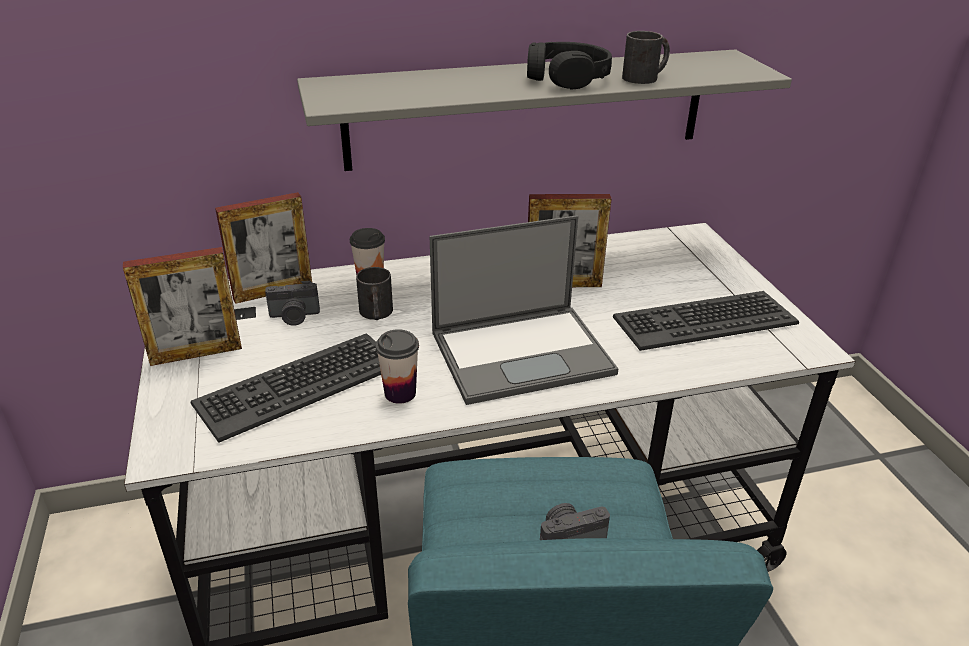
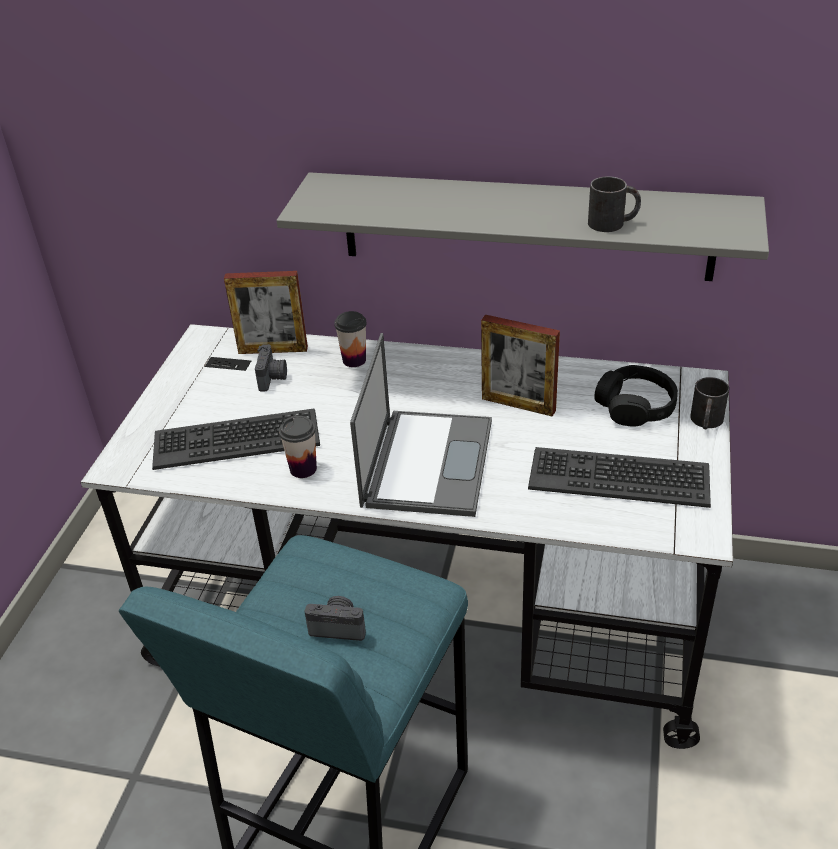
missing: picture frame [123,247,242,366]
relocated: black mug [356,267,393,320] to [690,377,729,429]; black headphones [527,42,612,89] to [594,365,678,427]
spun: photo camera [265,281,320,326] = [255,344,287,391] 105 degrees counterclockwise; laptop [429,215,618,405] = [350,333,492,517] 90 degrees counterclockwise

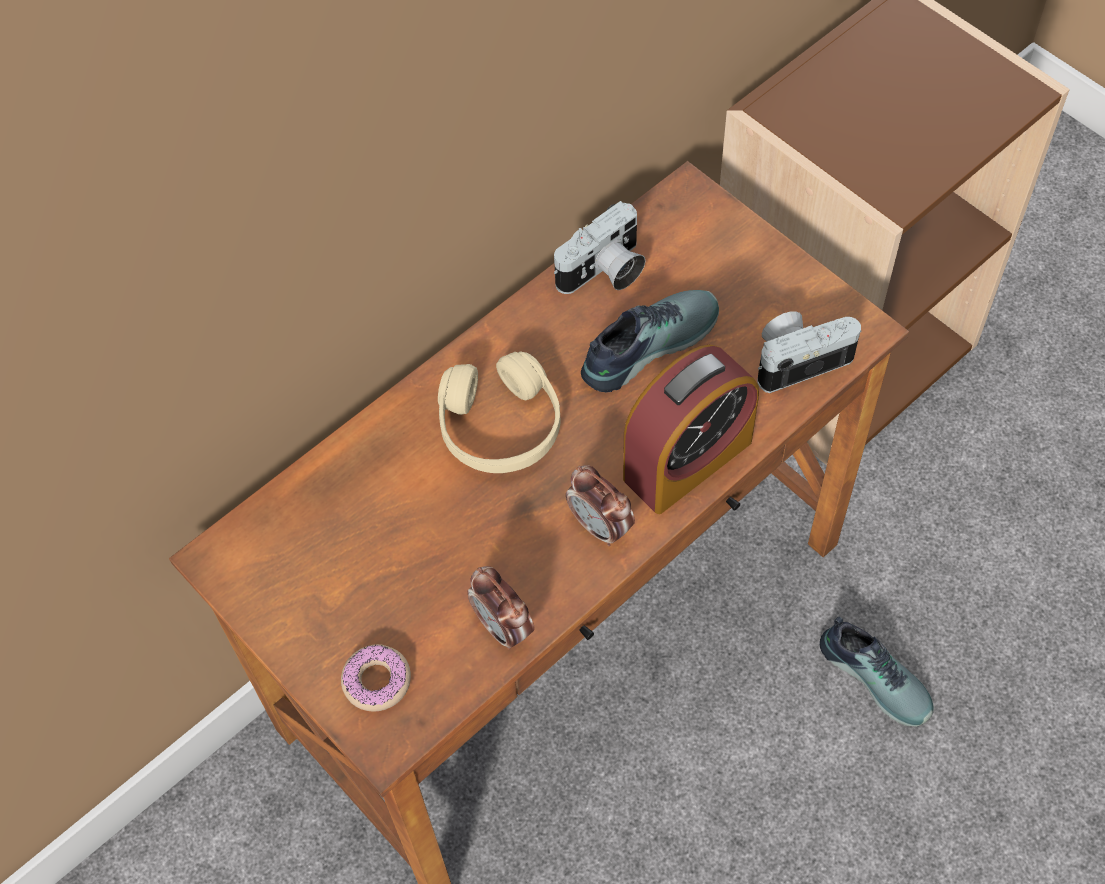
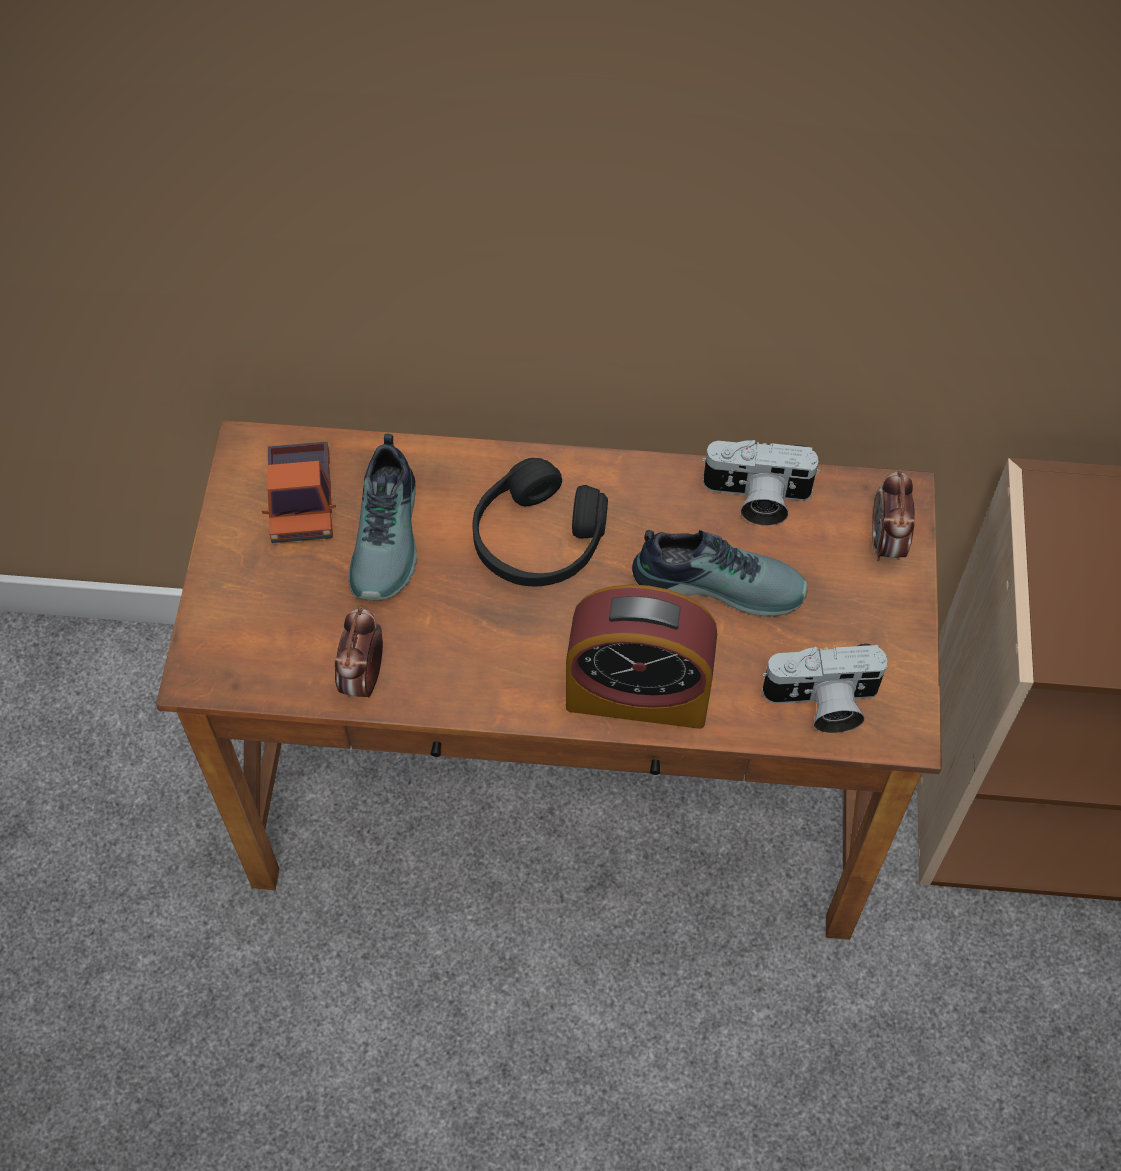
missing: donut [341,644,411,711]
appeared: toy truck [262,442,336,543]
relocated: alarm clock [566,465,635,546] to [872,470,915,561]; shoe [820,617,934,727] to [349,434,417,601]
colour: beige headphones [438,352,561,473] to black headphones [473,458,608,587]
spun: photo camera [757,311,861,393] = [762,643,889,733] 150 degrees clockwise

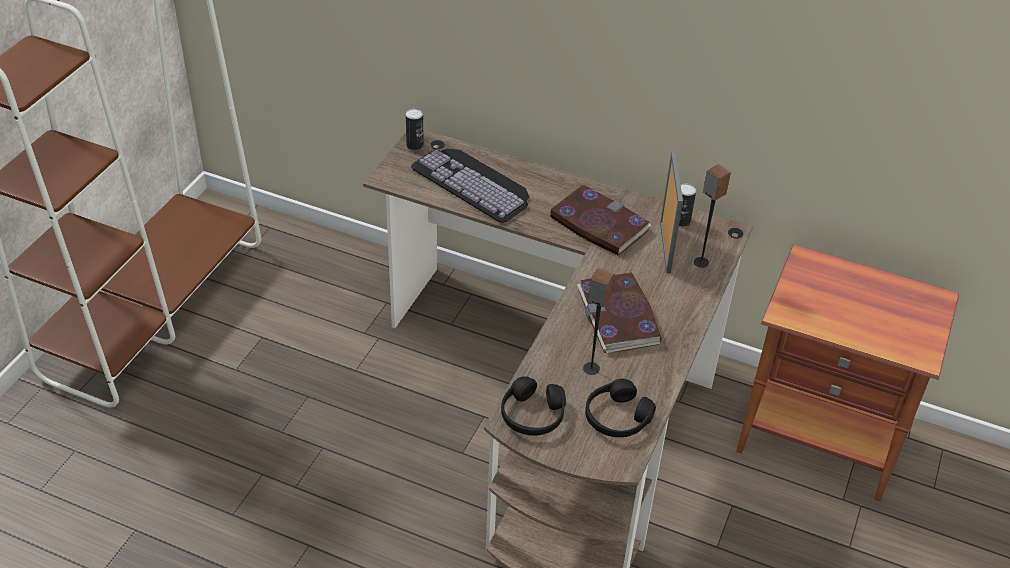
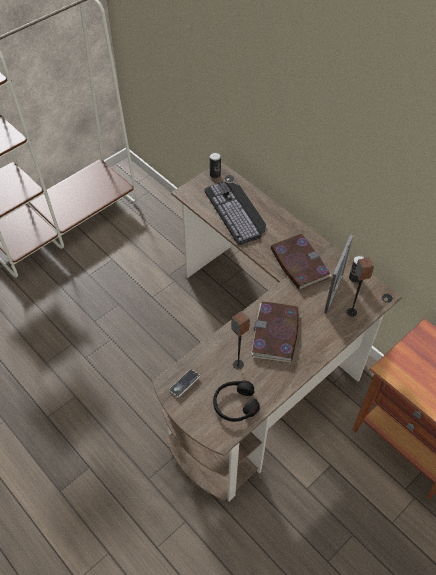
exchanged: black headphones [501,376,566,436] to phone [169,369,200,397]

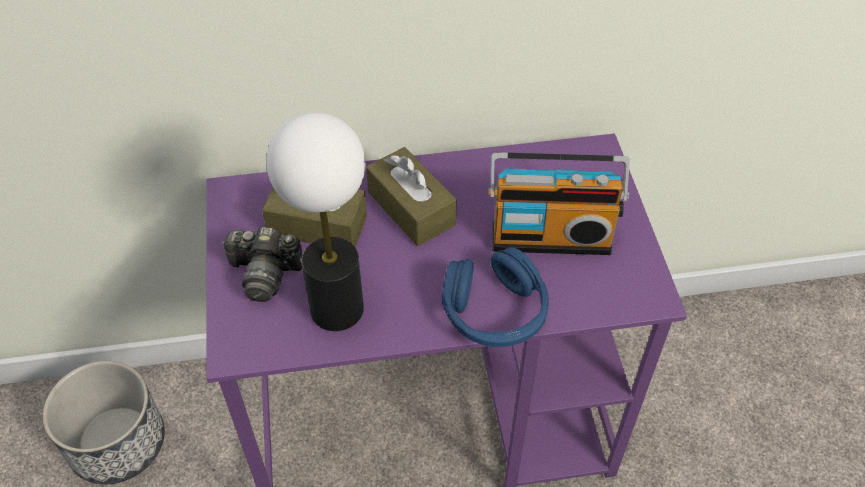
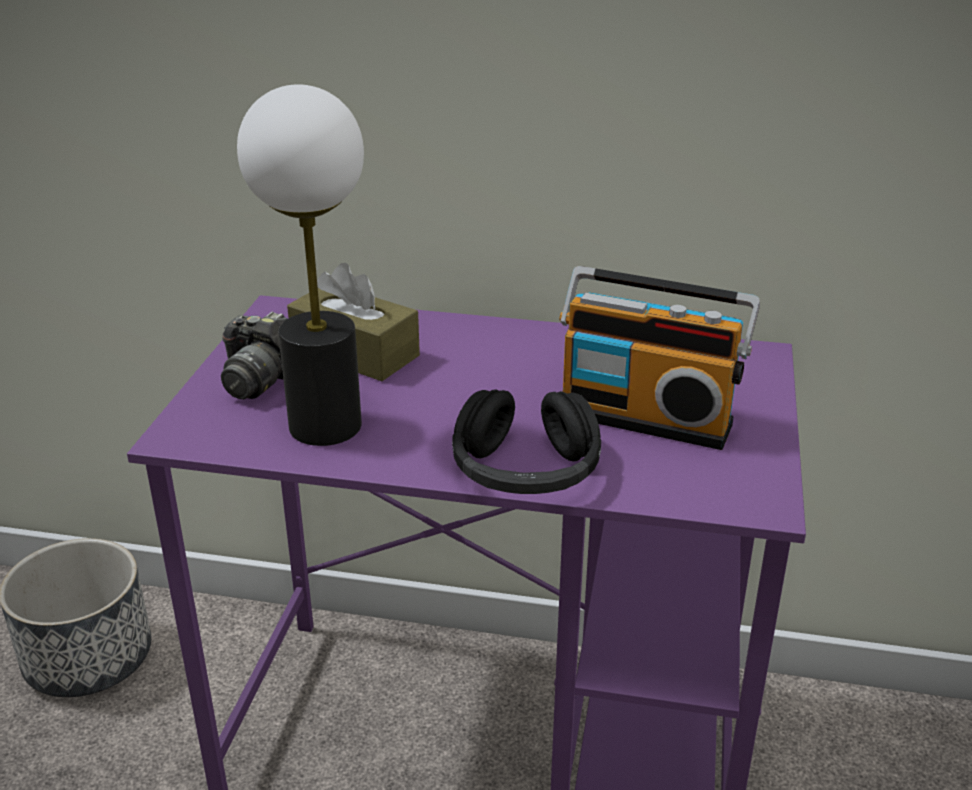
missing: brown tissue box [366,147,457,246]
colour: blue headphones [442,247,549,347] to black headphones [452,390,601,494]

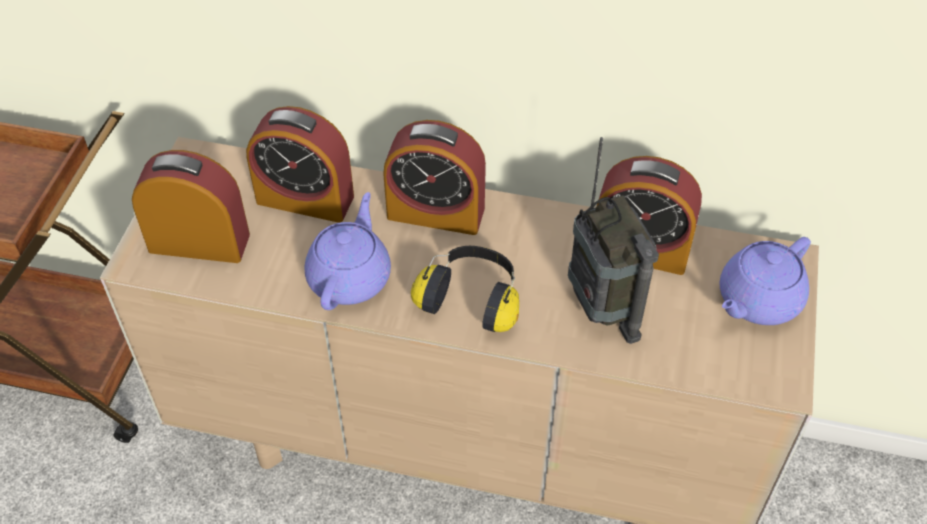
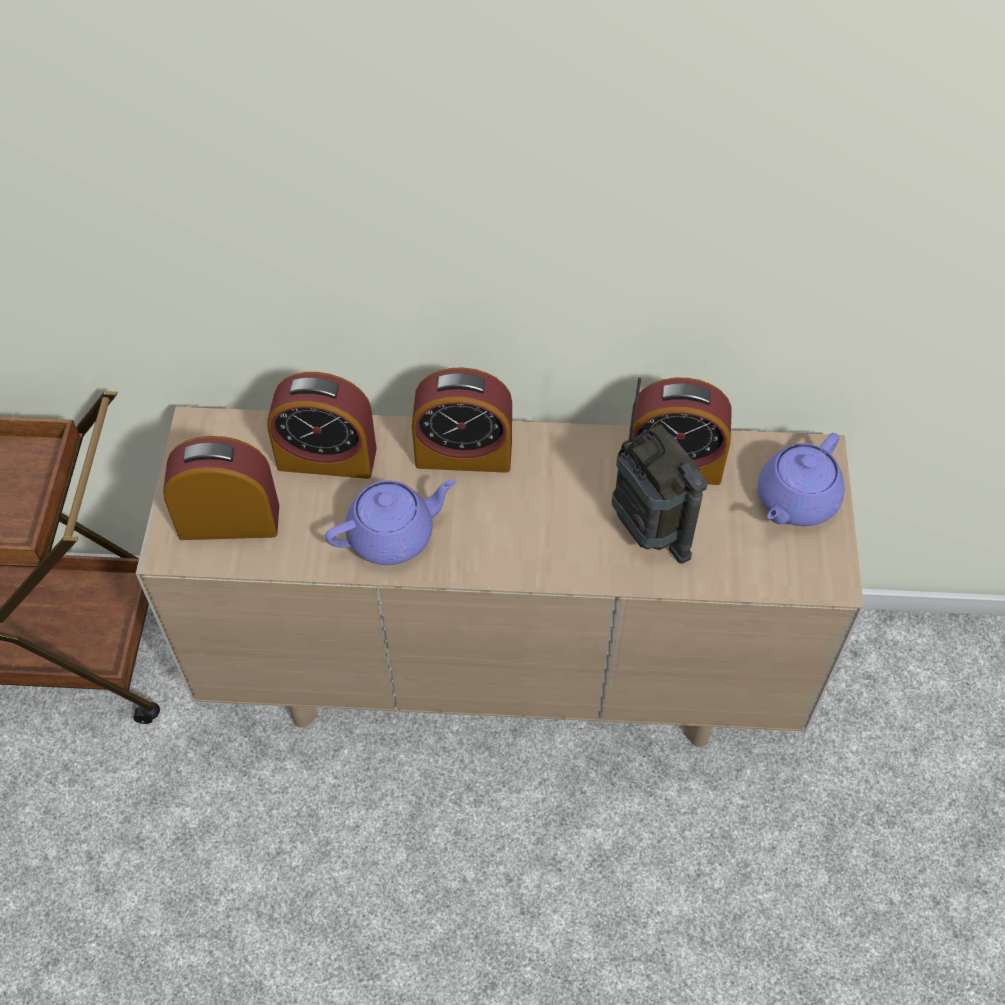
missing: headphones [411,246,519,332]
spun: purple teapot [305,192,391,310] = [325,479,457,565] 60 degrees clockwise

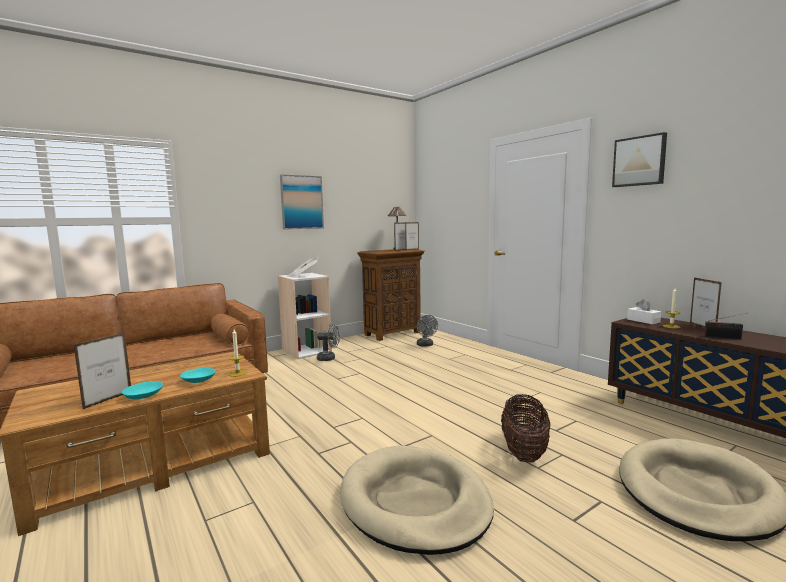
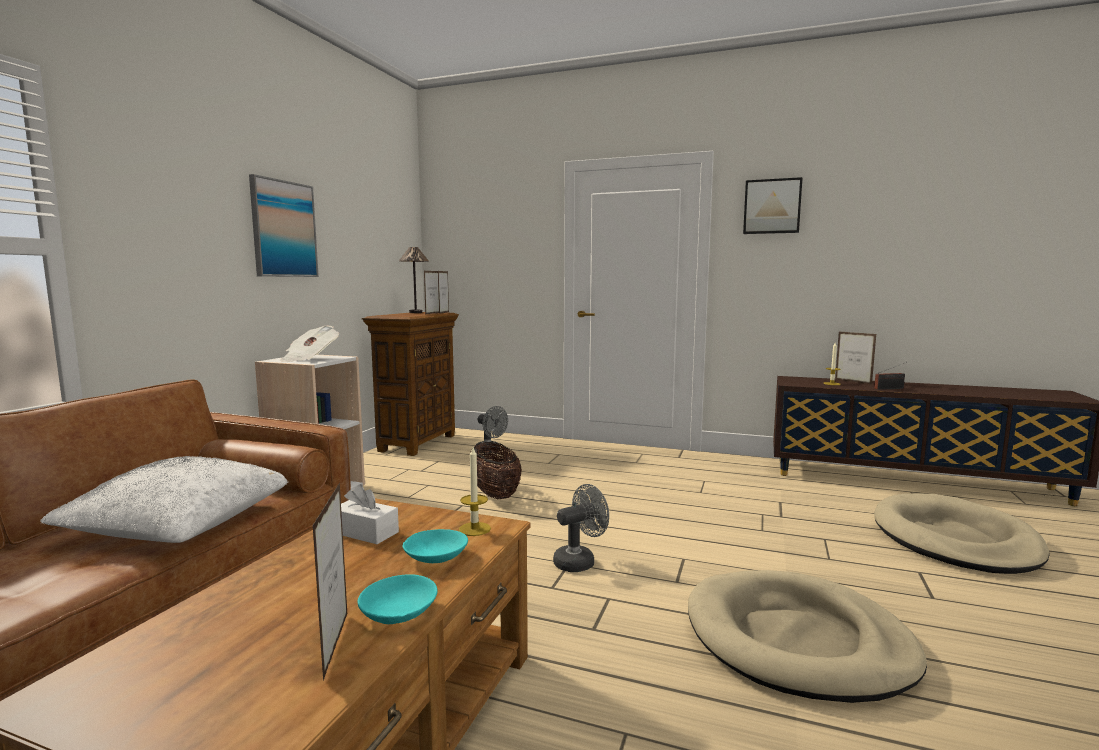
appeared: white pillow [41,456,288,543]
relocated: grey fan [317,324,340,361] to [553,484,609,572]; basket [501,394,550,463] to [469,442,522,500]; white tissue box [627,299,661,324] to [341,484,399,544]

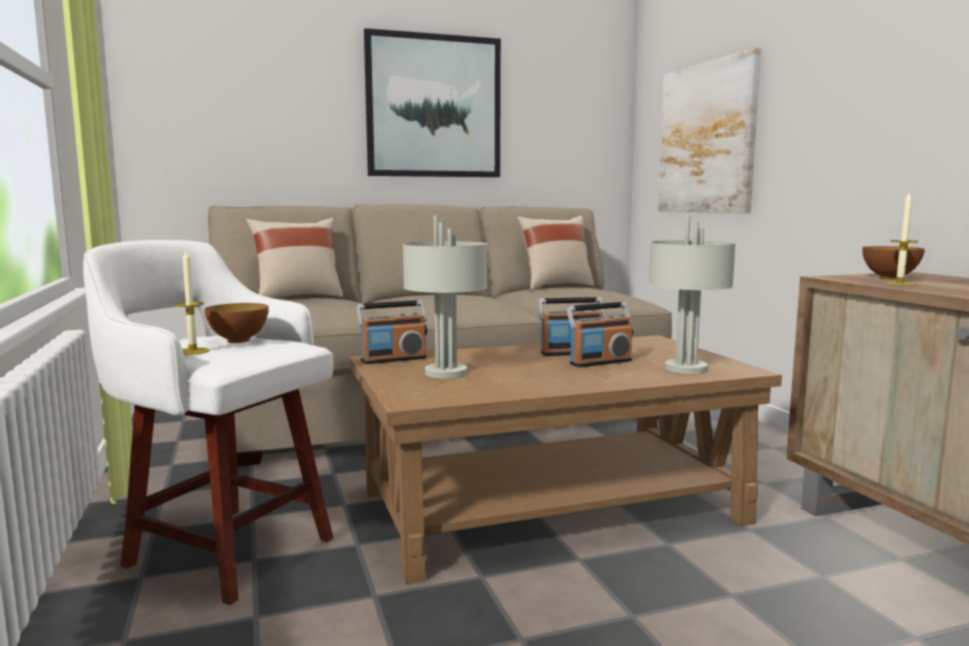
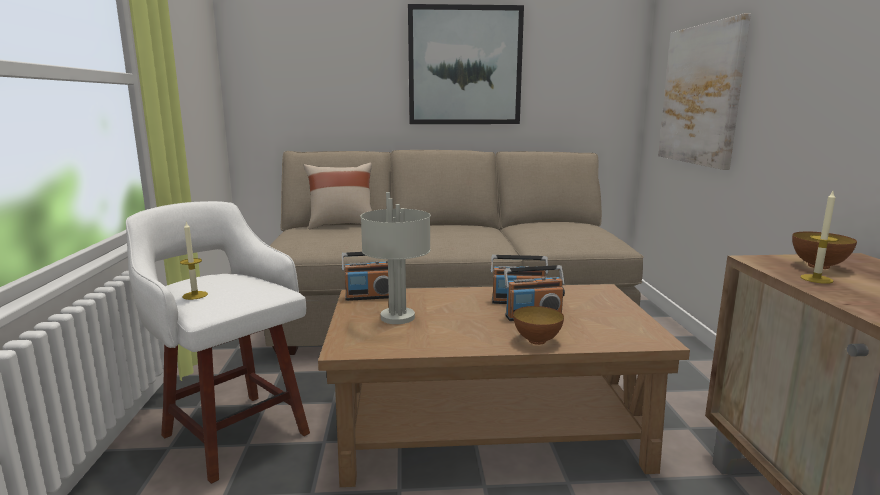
missing: beige pillow [517,216,594,290]; grey table lamp [648,215,736,374]
relocated: bowl [204,303,269,343] to [513,306,564,345]

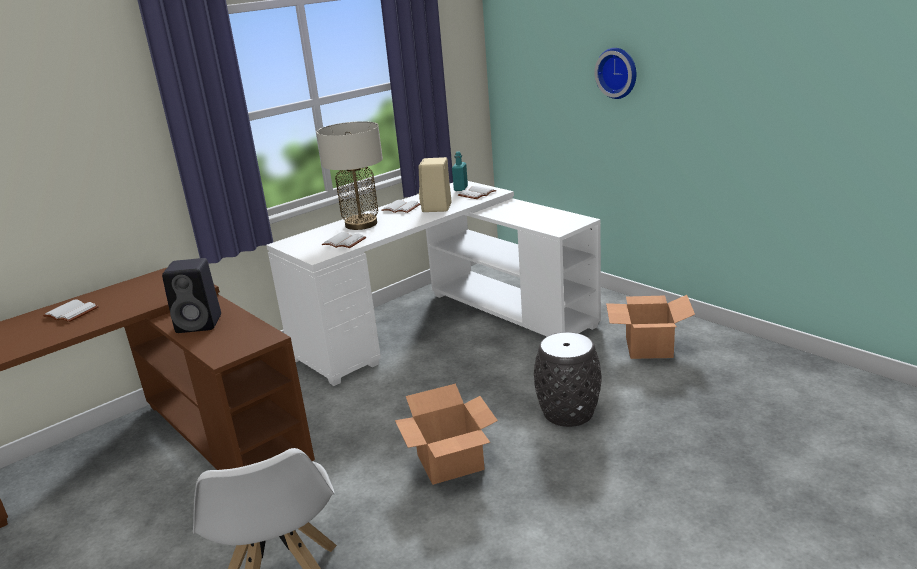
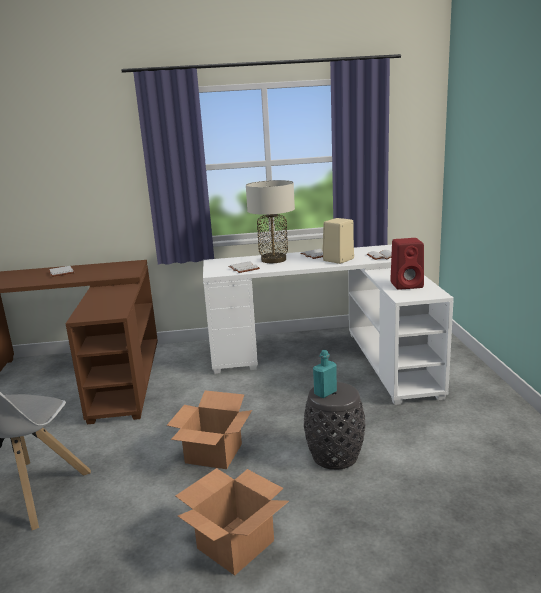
missing: black speaker [162,258,221,333]; wall clock [595,48,636,99]
appeared: red speaker [390,238,424,290]
relocated: turquoise bottle [452,151,468,191] to [313,350,337,398]; cardboard box [606,295,695,359] to [176,468,289,576]

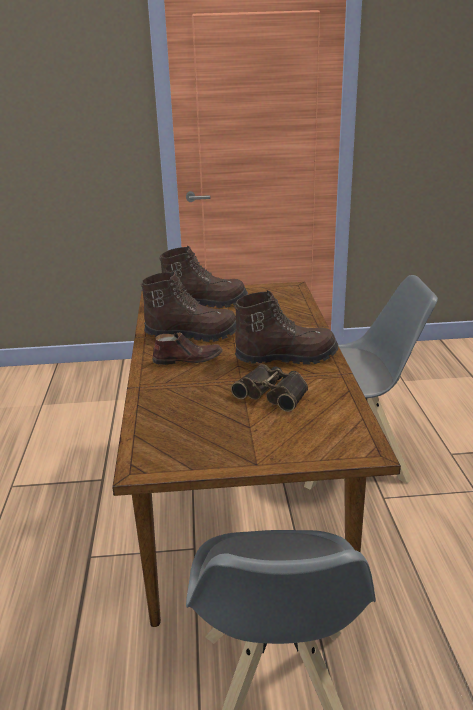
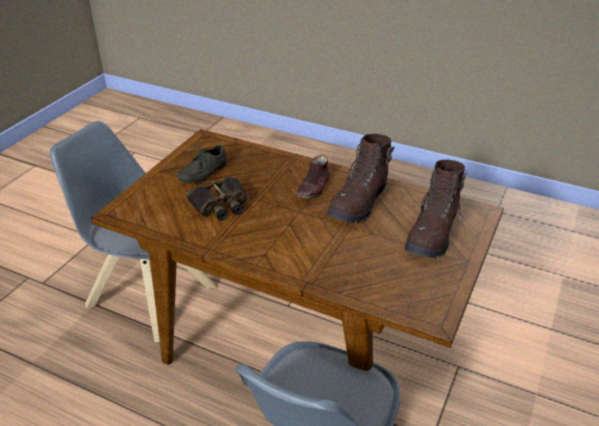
missing: brown boot [234,290,338,365]
appeared: grey shoe [177,140,227,183]

